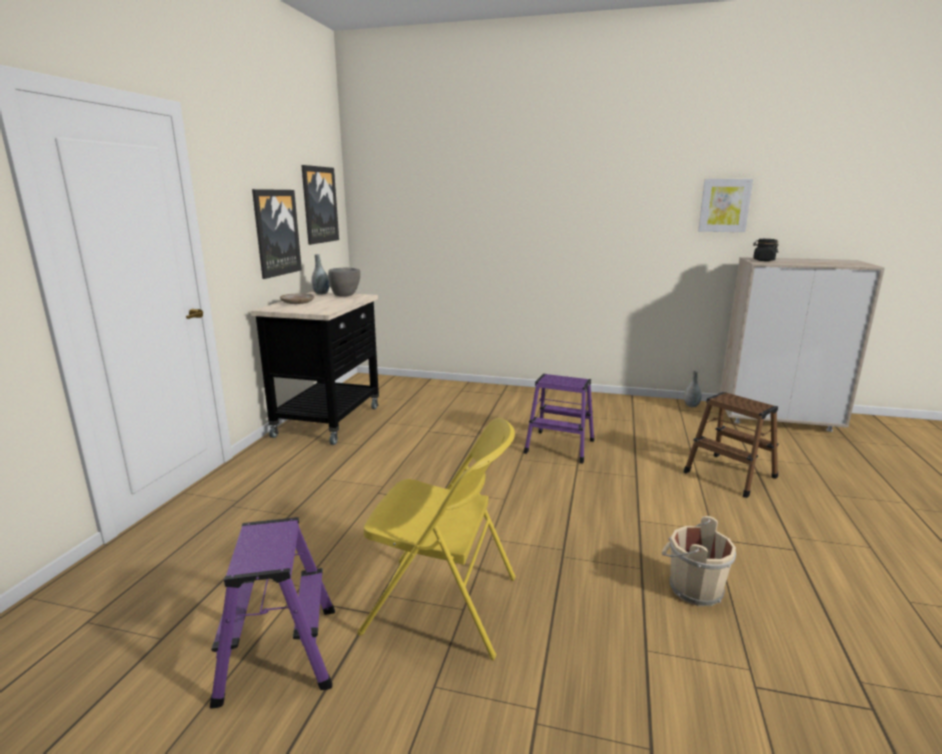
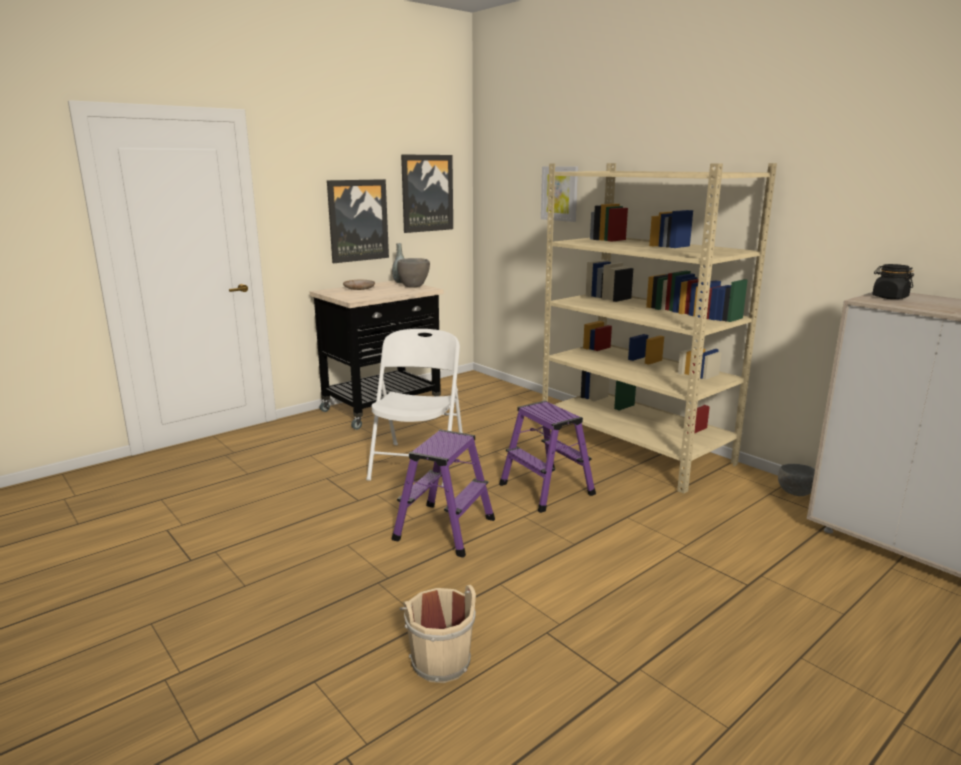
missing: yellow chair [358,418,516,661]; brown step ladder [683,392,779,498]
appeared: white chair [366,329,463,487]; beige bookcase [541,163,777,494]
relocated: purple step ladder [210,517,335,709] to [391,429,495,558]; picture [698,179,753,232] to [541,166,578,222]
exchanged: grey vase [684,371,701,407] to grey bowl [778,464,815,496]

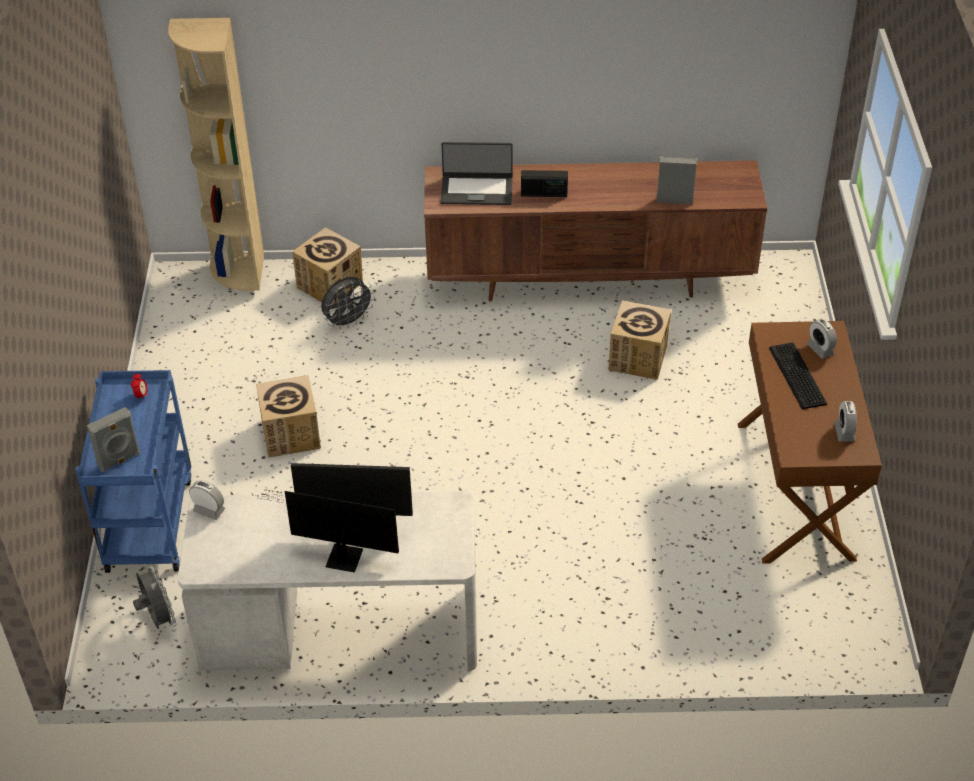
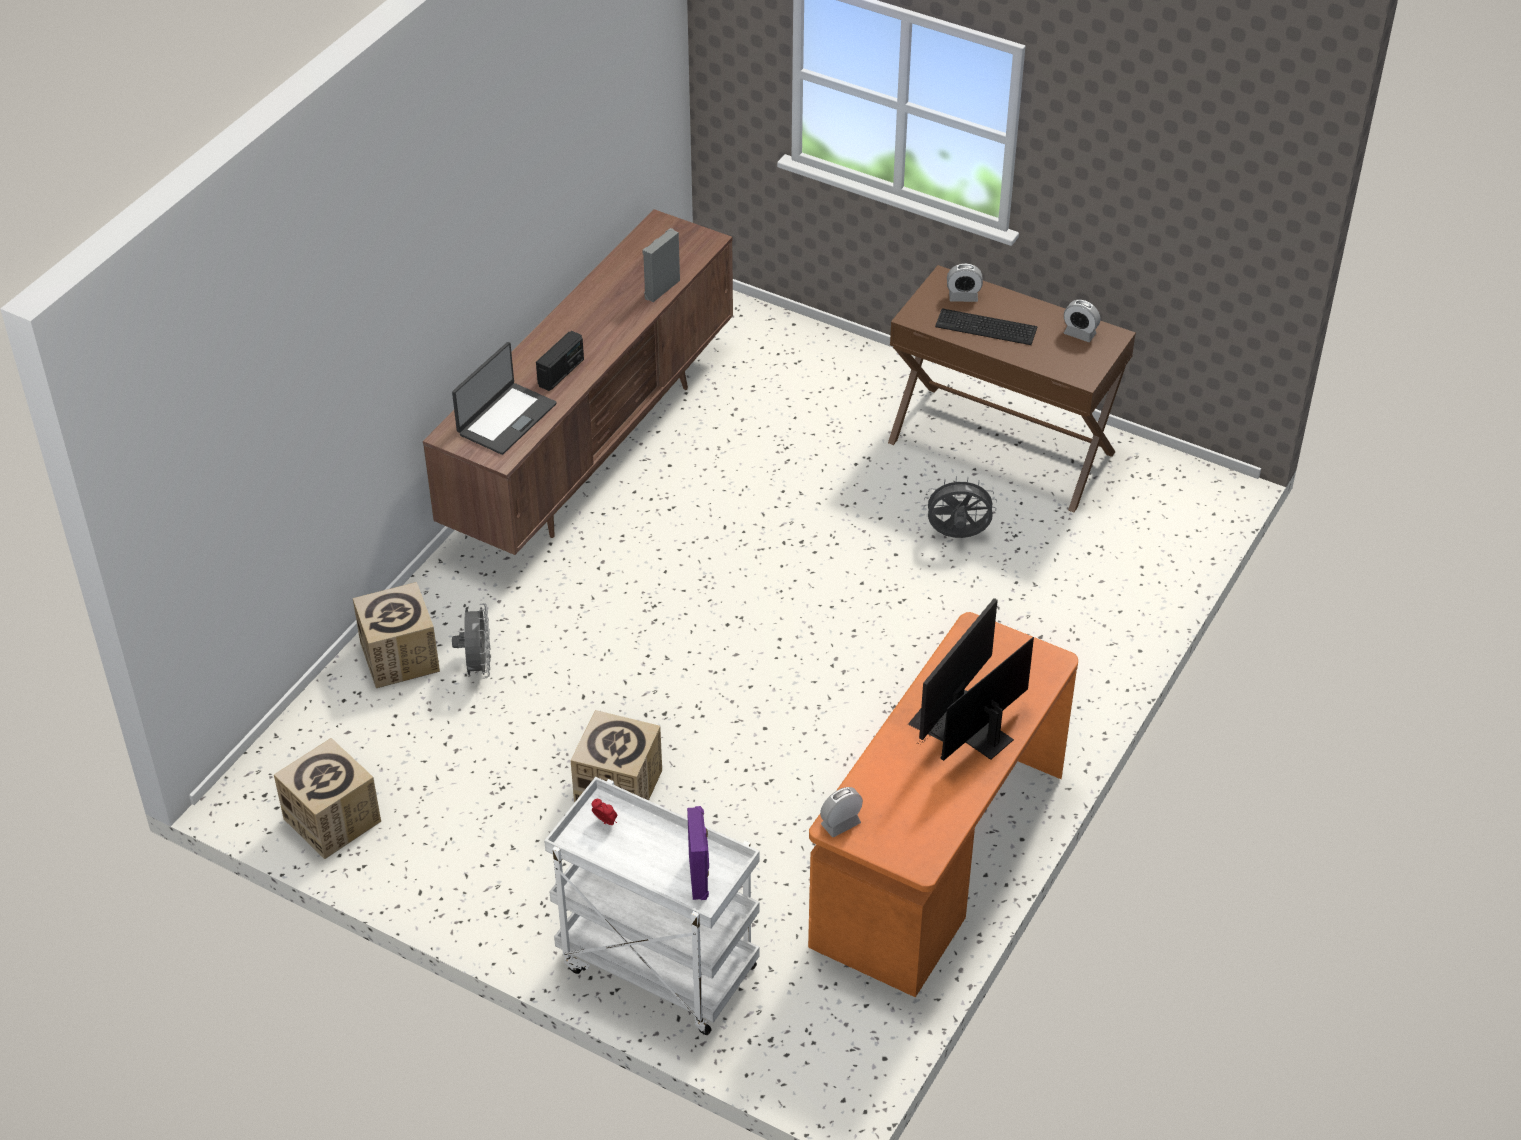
missing: beige bookcase [168,18,264,291]
relocated: grey fan [133,564,176,629] to [923,476,997,538]; cardboard box [608,300,672,380] to [274,738,381,859]
colour: blue cart [75,370,191,573] to white cart [544,777,760,1035]; grey speaker [87,407,140,472] to purple speaker [687,806,709,900]; white desk [177,491,477,672] to orange desk [808,612,1078,997]

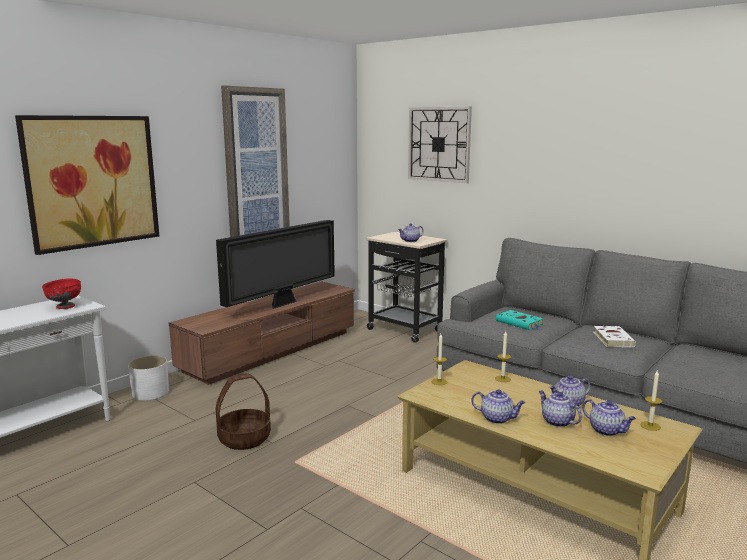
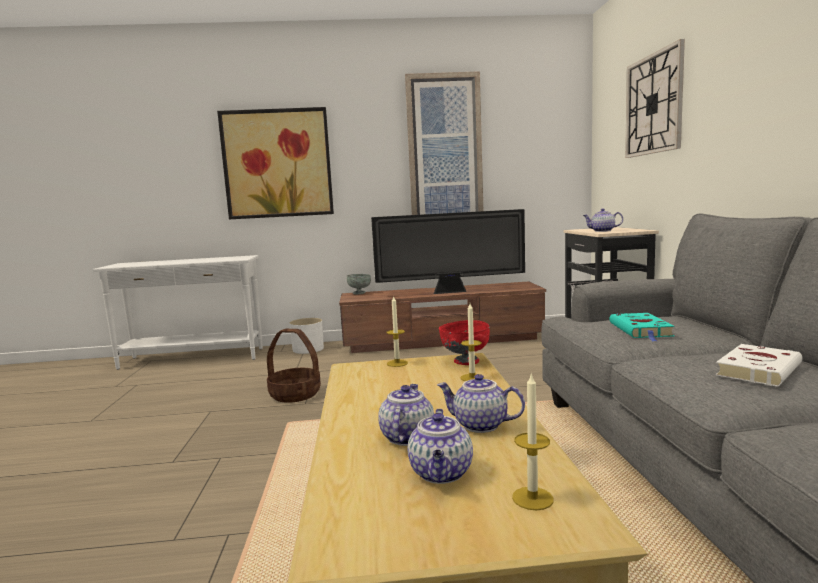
missing: teapot [471,389,525,424]
appeared: grey bowl [347,274,371,294]
relocated: red bowl [42,278,81,309] to [439,320,490,365]

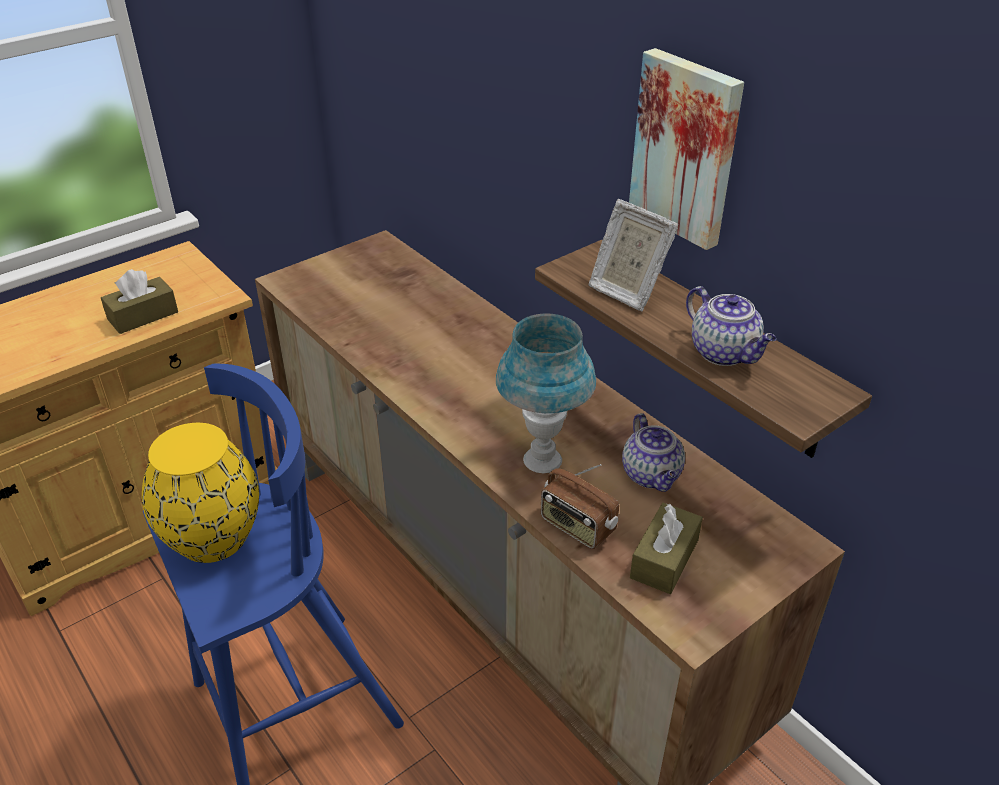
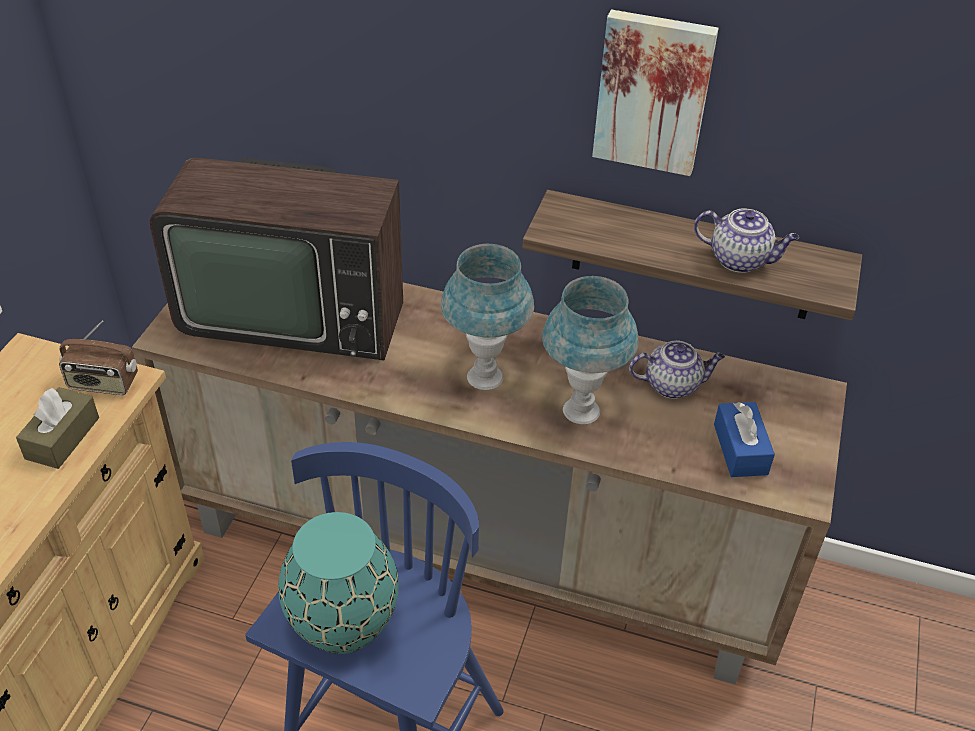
missing: picture frame [588,199,679,311]
appeared: television [150,158,403,360]; blue table lamp [441,244,534,390]
relocated: radio [541,464,619,549] to [59,320,138,395]
colour: yellow vase [142,423,259,563] to turquoise vase [278,512,399,654]; brown tissue box [630,503,703,594] to blue tissue box [714,402,775,477]
spun: teapot [622,413,685,492] = [629,341,725,399] 45 degrees counterclockwise

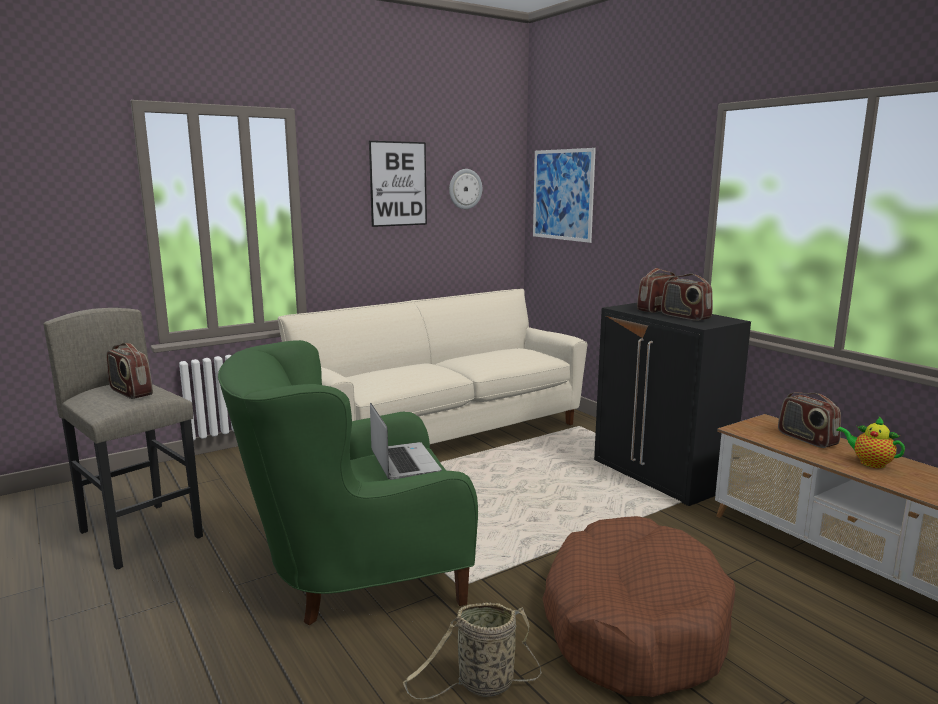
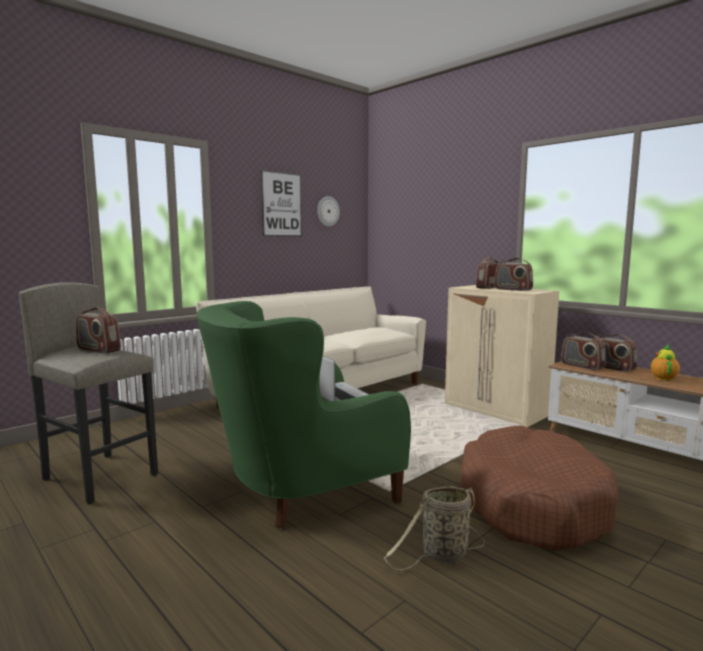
missing: picture [533,148,596,243]
appeared: radio [561,332,606,370]
colour: black cabinet [594,303,751,506] to beige cabinet [445,285,559,427]
spun: teapot [836,417,905,468] = [651,344,680,381] 75 degrees clockwise

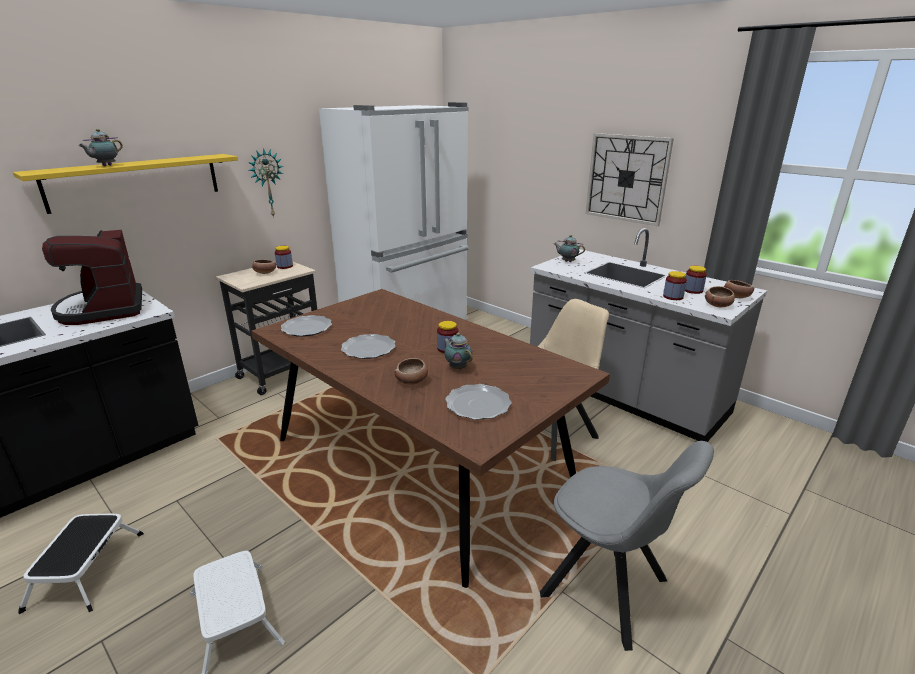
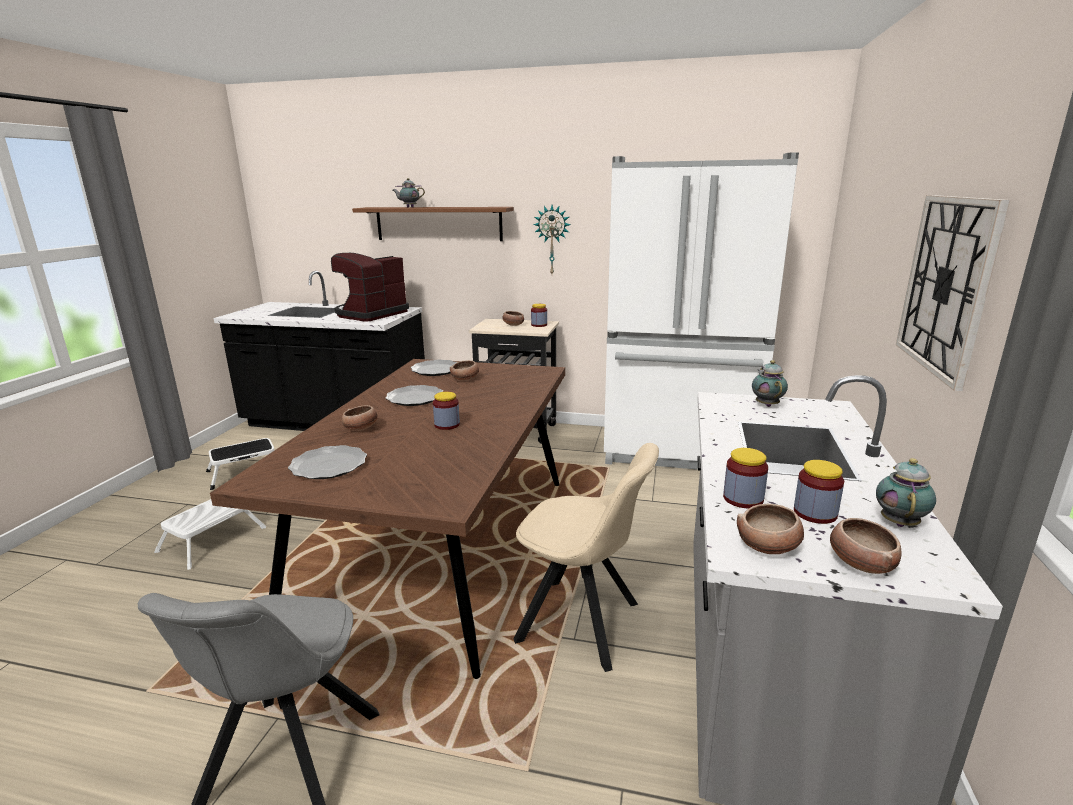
appeared: bowl [450,360,479,381]
relocated: teapot [443,333,472,370] to [876,458,936,527]
colour: yellow shelf [13,154,238,214] to brown shelf [352,207,514,241]

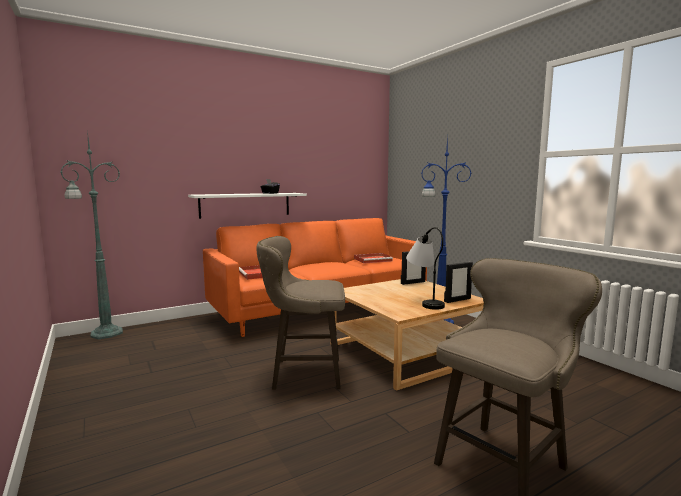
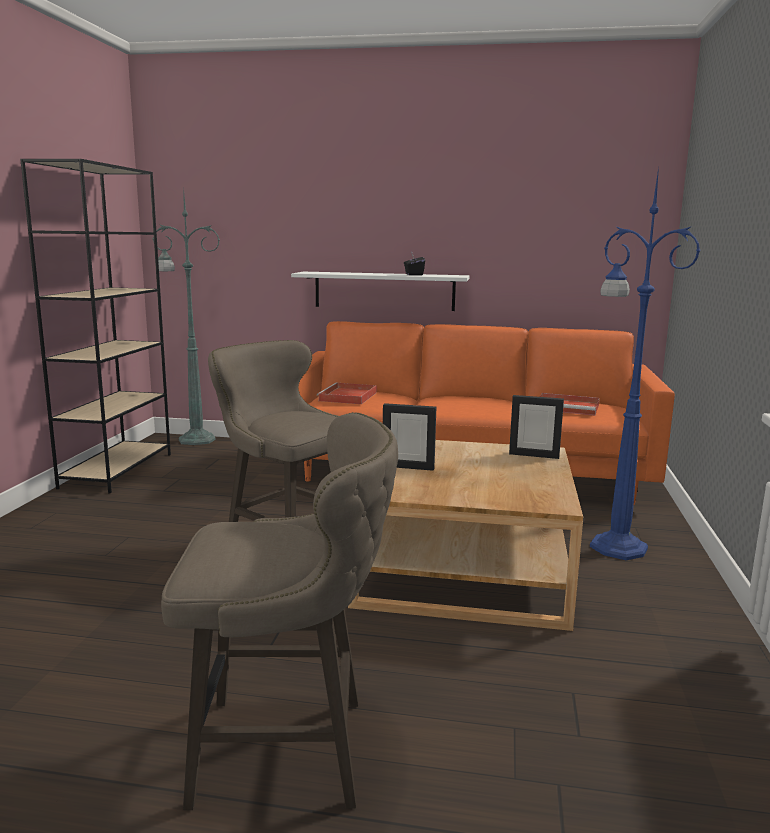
missing: table lamp [406,227,445,310]
appeared: beige bookcase [20,159,171,493]
relocated: picture frame [444,262,473,303] to [383,403,436,471]

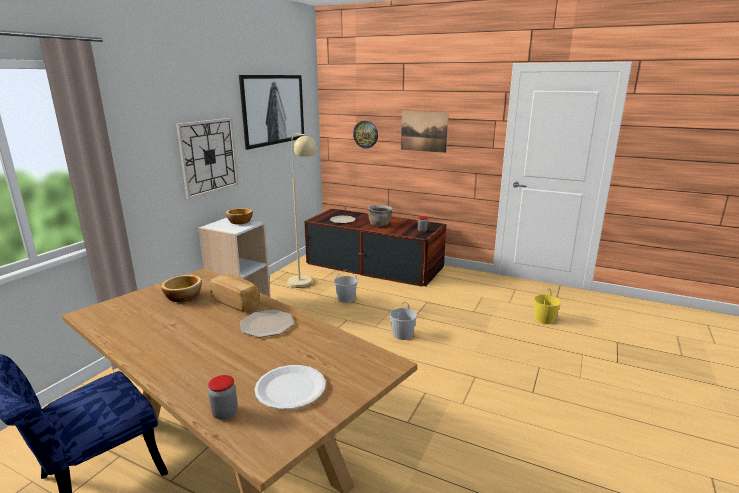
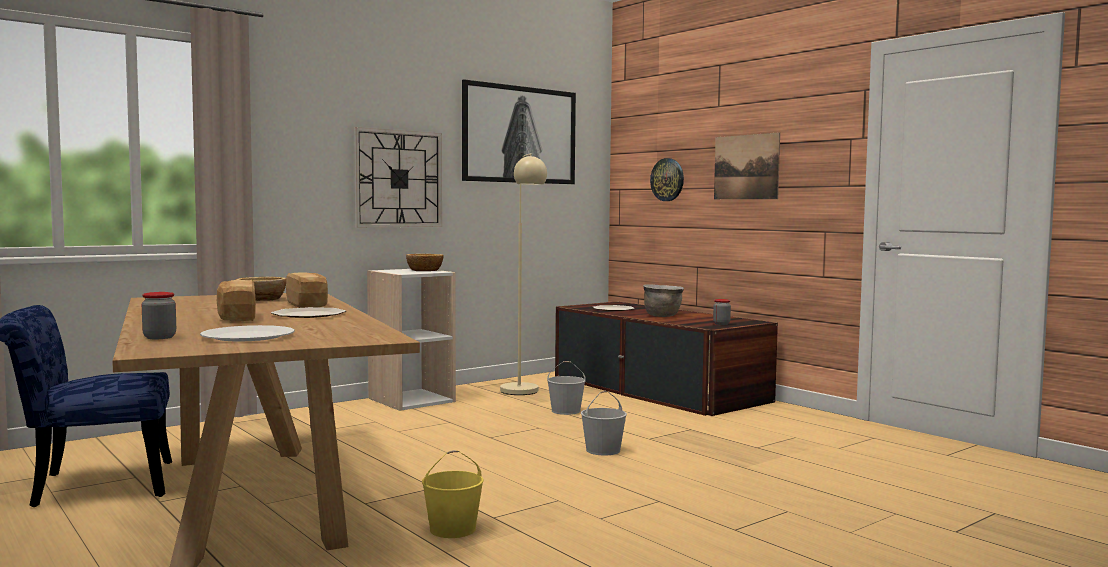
appeared: bread [217,280,256,322]
relocated: yellow bucket [533,288,561,324] to [422,450,484,538]

